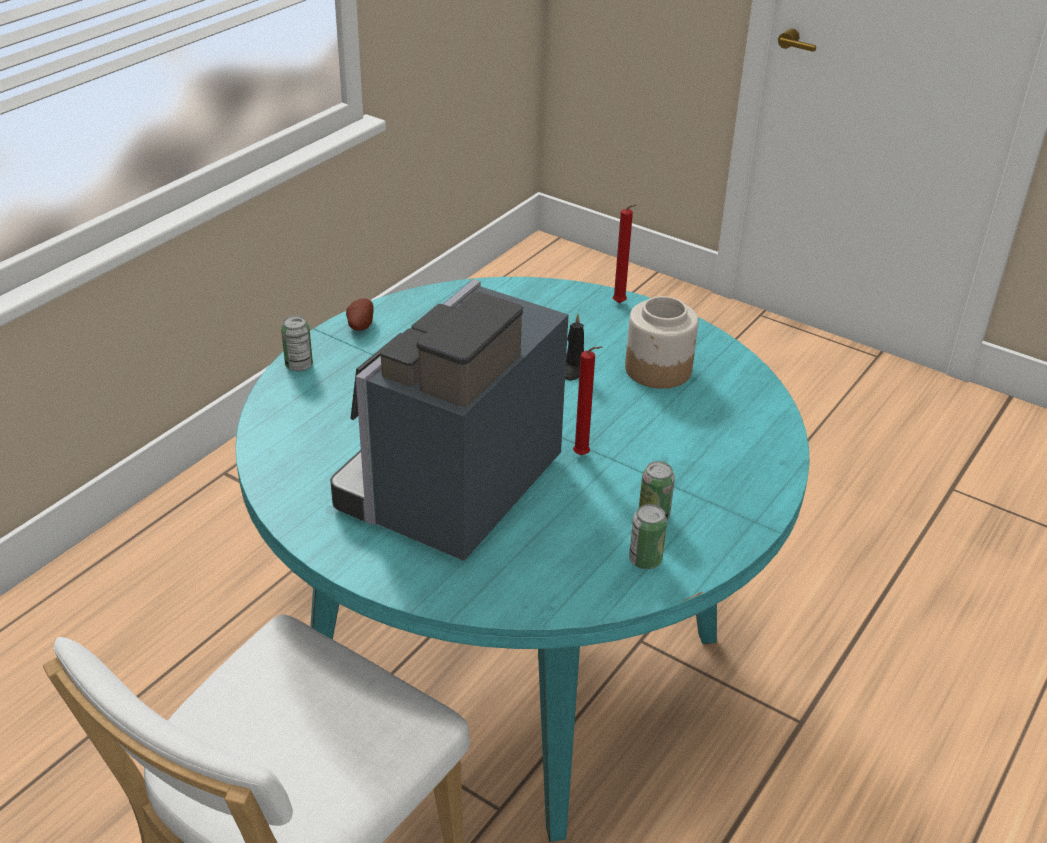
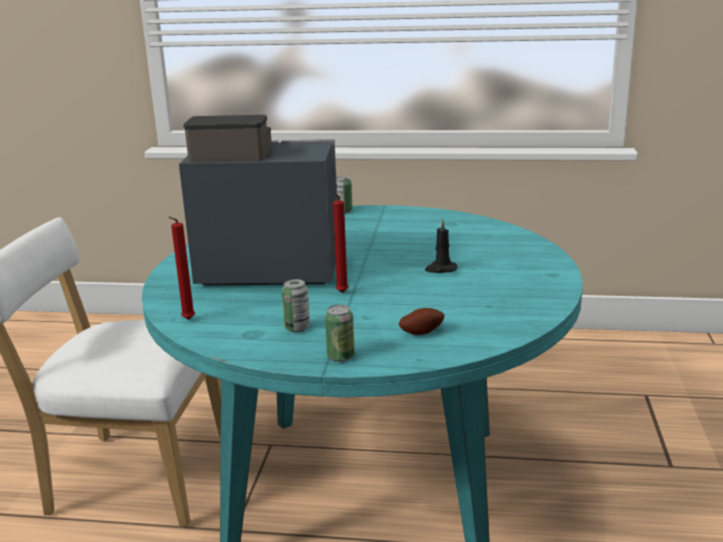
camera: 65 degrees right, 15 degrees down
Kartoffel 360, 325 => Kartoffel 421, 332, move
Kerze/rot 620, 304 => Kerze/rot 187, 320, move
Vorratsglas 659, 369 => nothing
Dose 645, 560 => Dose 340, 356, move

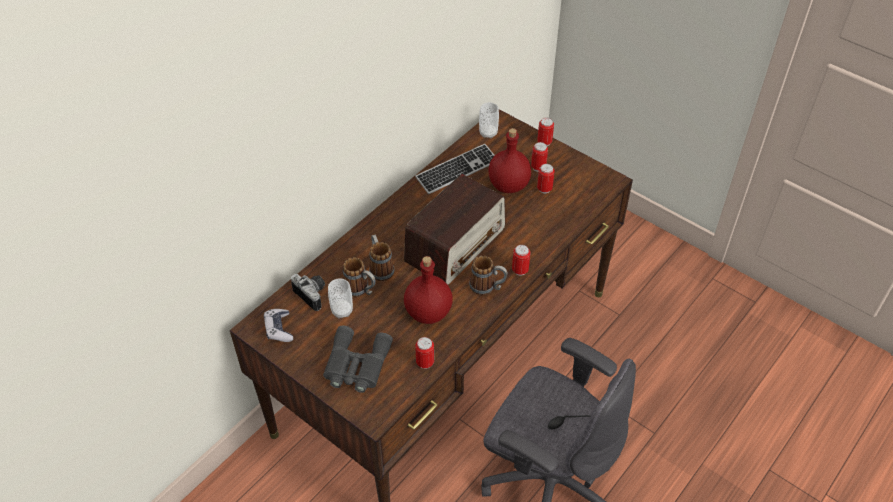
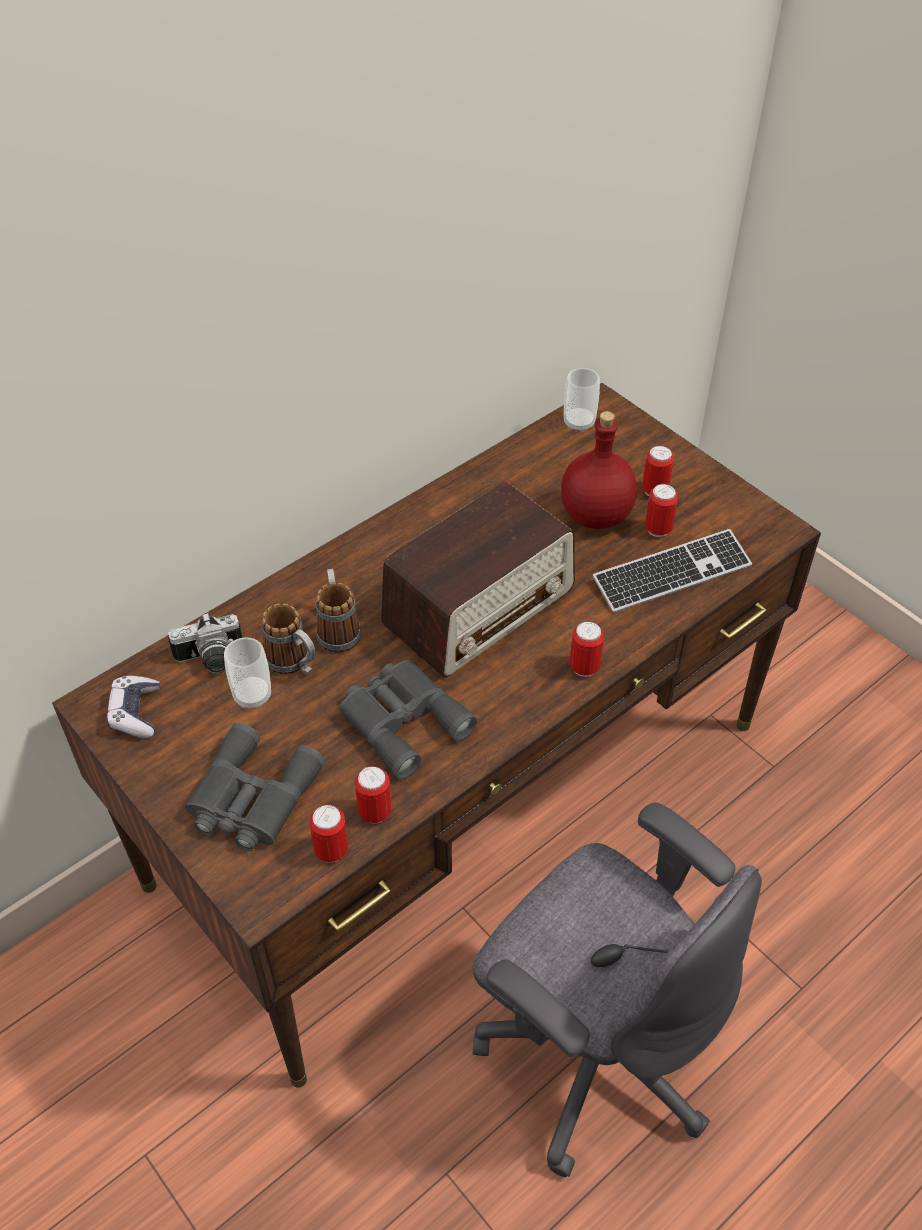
camera: 10 degrees right, 0 degrees up
Kamera 313, 294 => Kamera 211, 660, 105 degrees clockwise
Flasche/rot 428, 312 => Fernglas/grau 402, 719
Tastatur 457, 170 => Tastatur 672, 573, move
Henkelbecher 487, 287 => nothing
Dose 544, 142 => Dose 331, 850, move

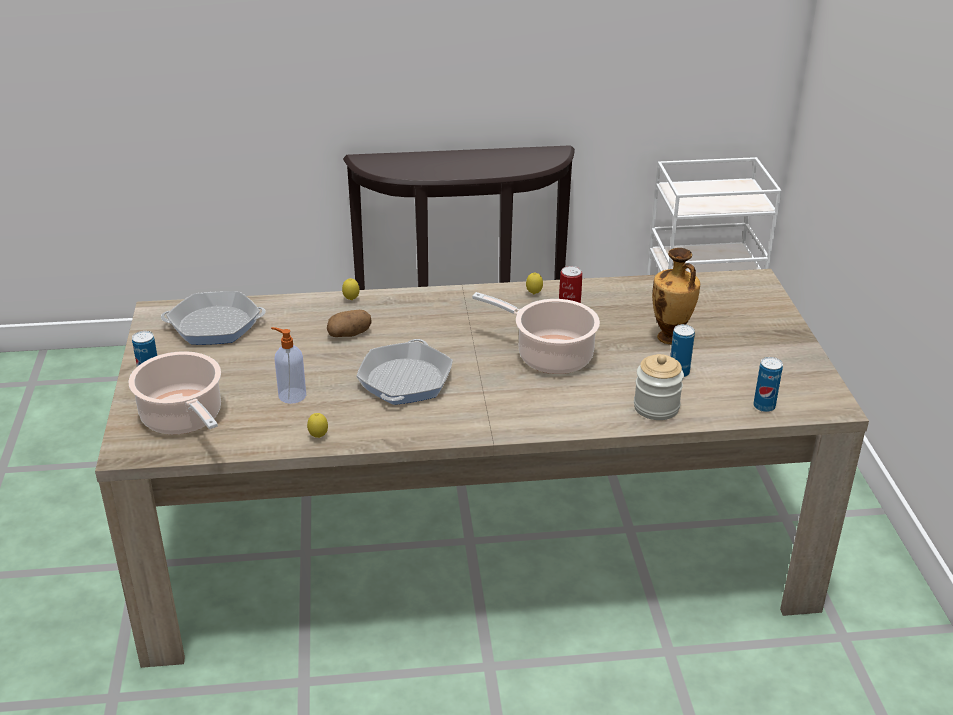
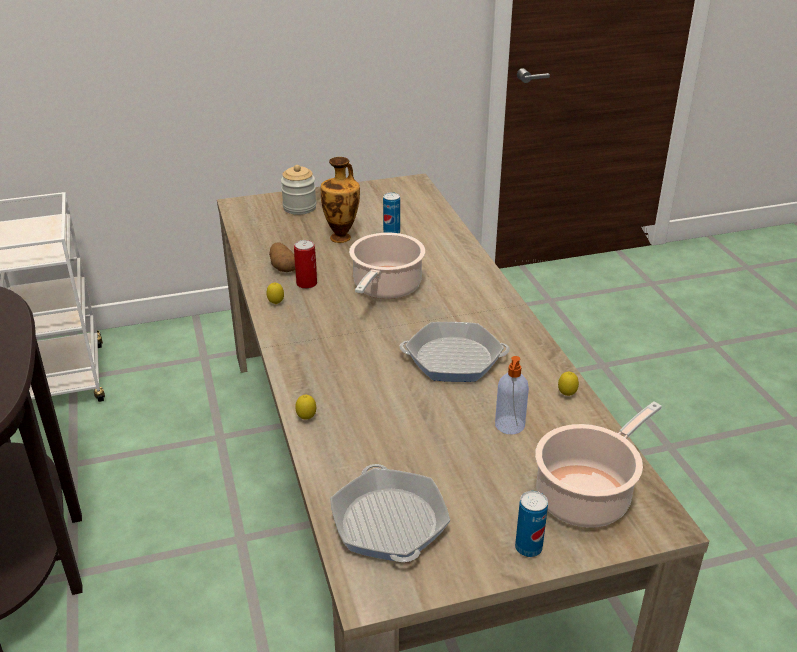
camera: 100 degrees left, 0 degrees up
Kartoffel 349, 334 => Kartoffel 283, 267, move
Vorratsglas 656, 407 => Vorratsglas 299, 207, move
Dose 764, 406 => nothing

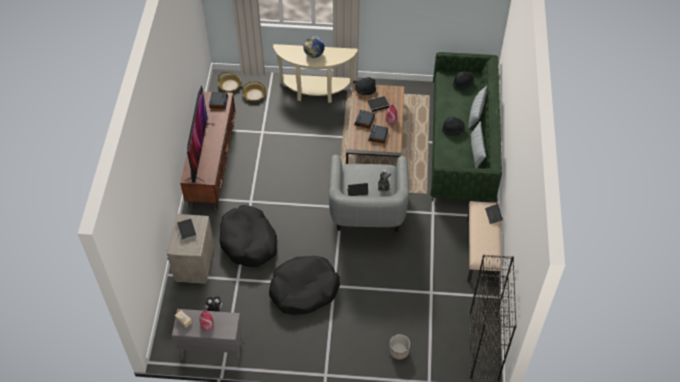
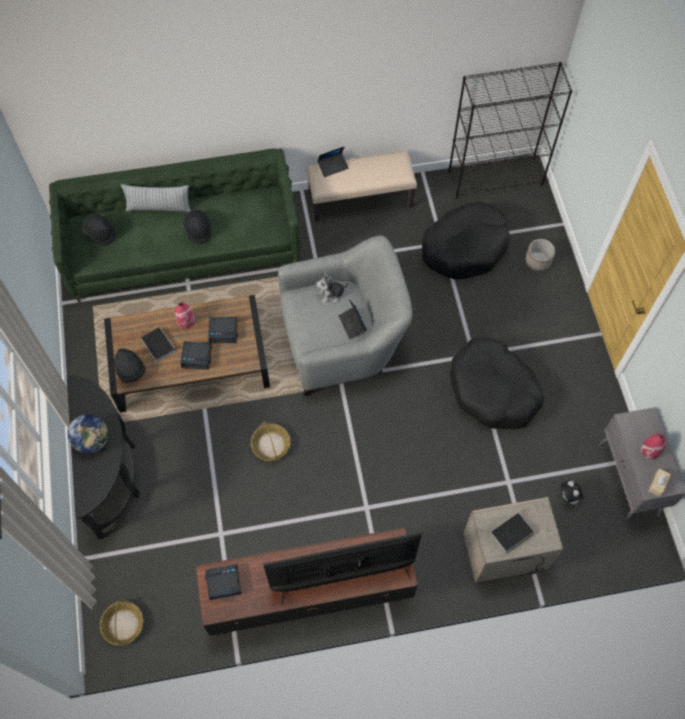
camera: 105 degrees left, 10 degrees up
Hundebett/schwarz 249, 242 => Hundebett/schwarz 464, 247, move
Korb 254, 95 => Korb 270, 445, move
Konsolentisch/beige 315, 91 => Konsolentisch/schwarz 113, 474
Kissen 476, 151 => nothing

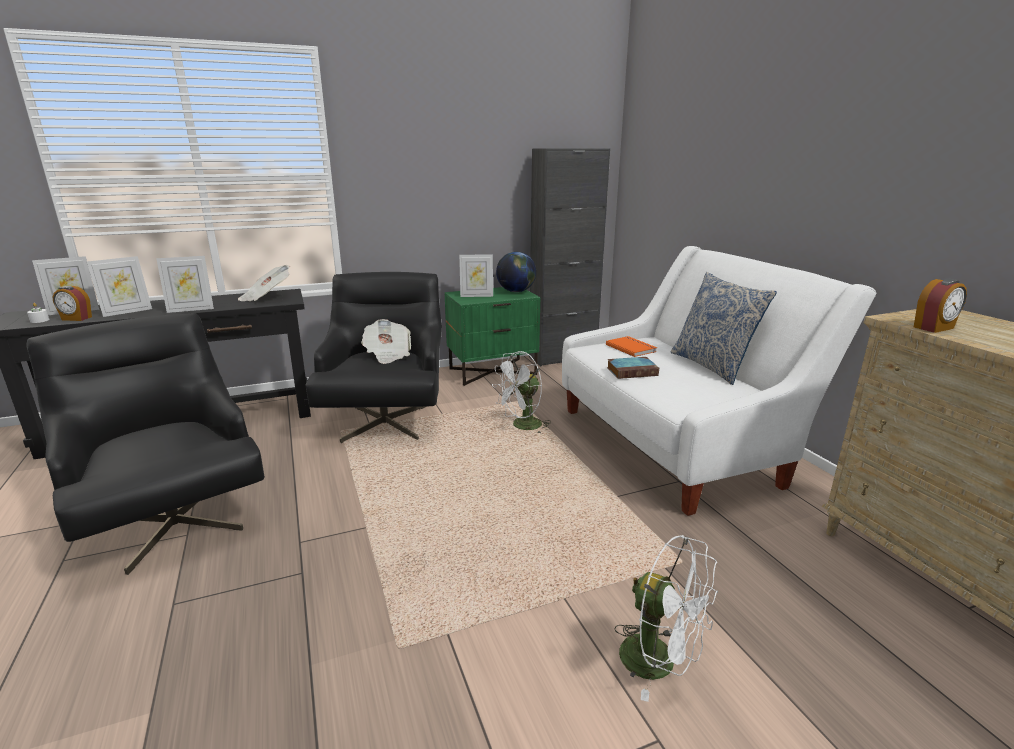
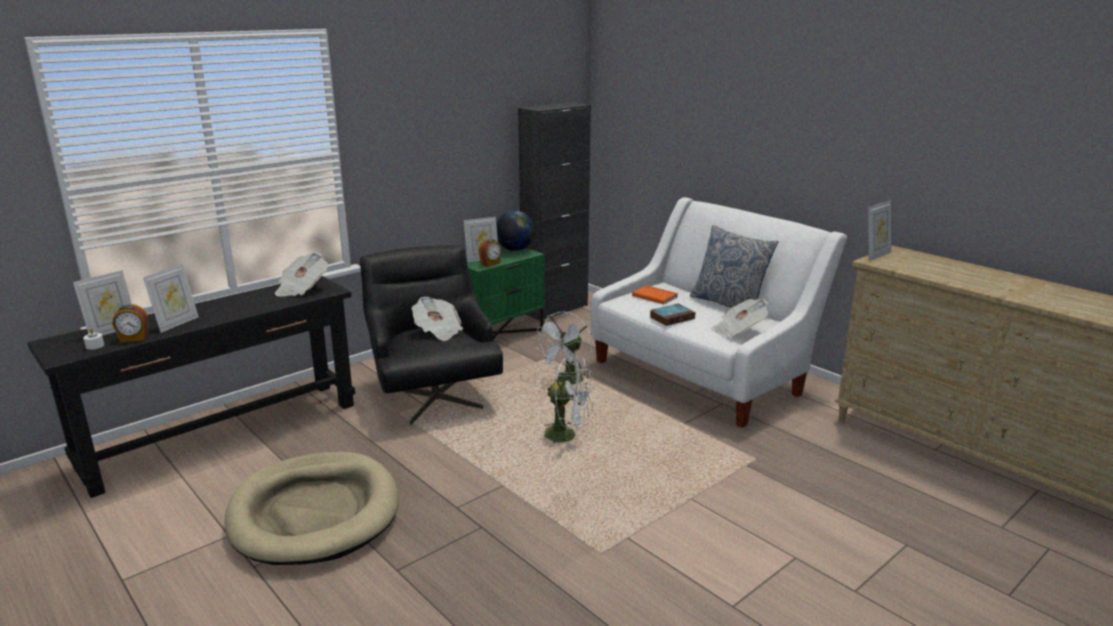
camera: 20 degrees left, 0 degrees up
Sessel/schwarz 172, 515 => Hundebett/beige 314, 513
Bilderrahmen 191, 309 => Bilderrahmen 876, 255, move
Ventilator/weiß 659, 663 => Ventilator/weiß 567, 436, move
Wecker 934, 328 => Wecker 490, 263, move
nothing => Zeitung 738, 331

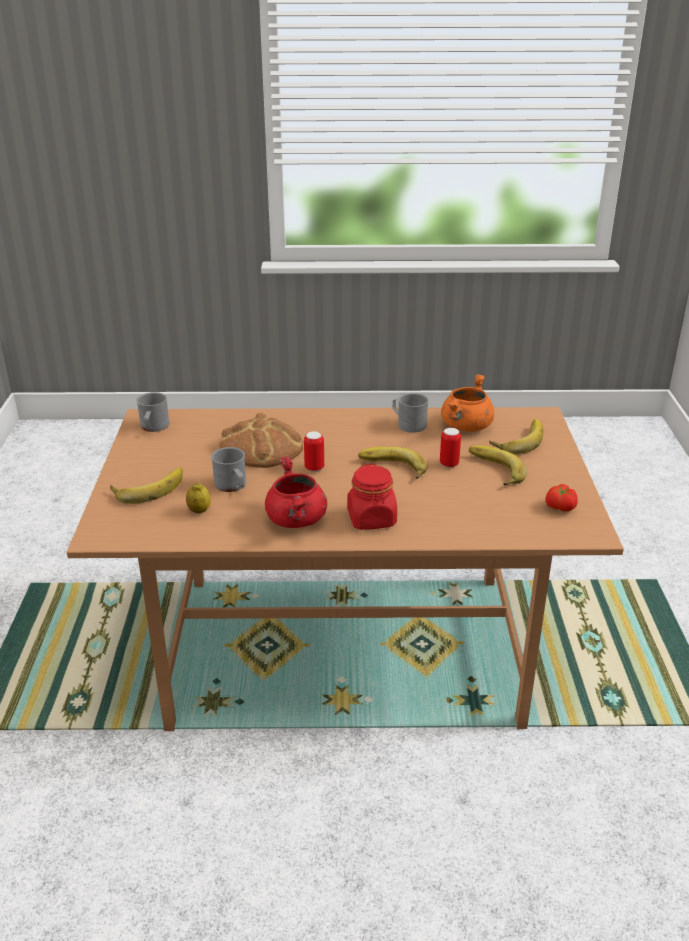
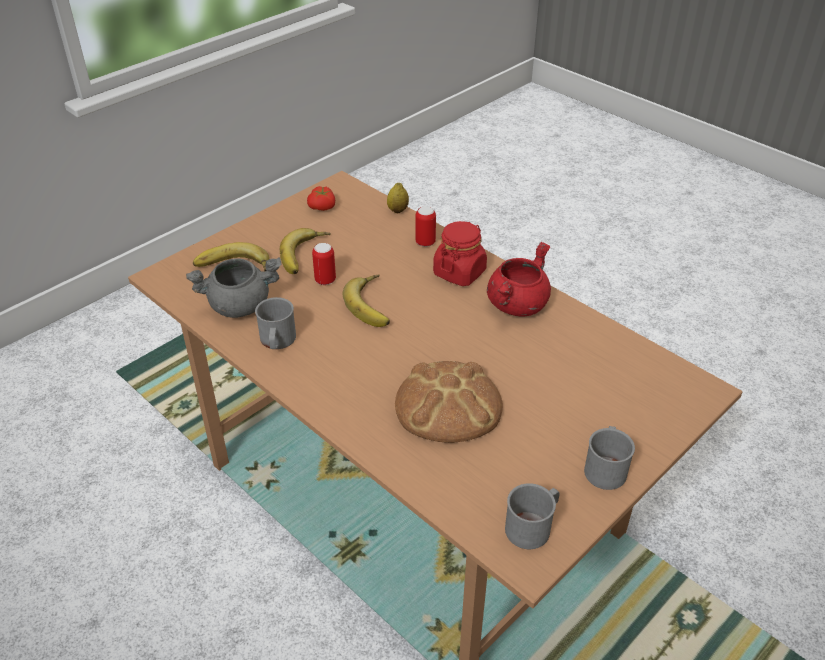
camera: 135 degrees left, 10 degrees up
Banane 148, 488 => nothing
Zitrone 199, 511 => Zitrone 398, 210, move
Henkelbecher/grau 232, 486 => Henkelbecher/grau 605, 467, move
Dose 314, 468 => Dose 425, 242, move
Kochtopf/orange 466, 427 => Kochtopf/grau 240, 305

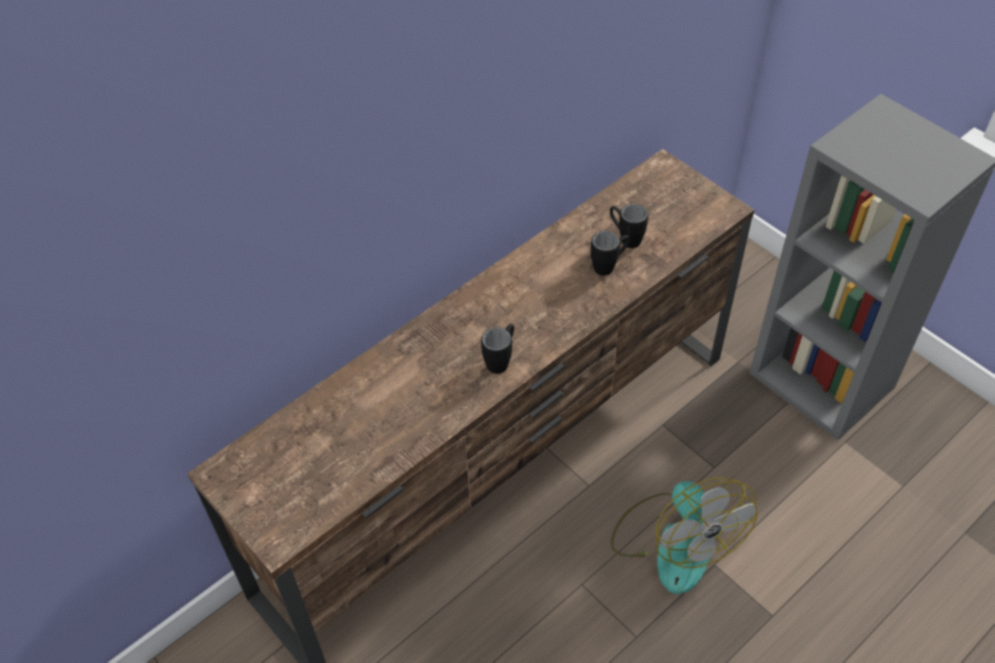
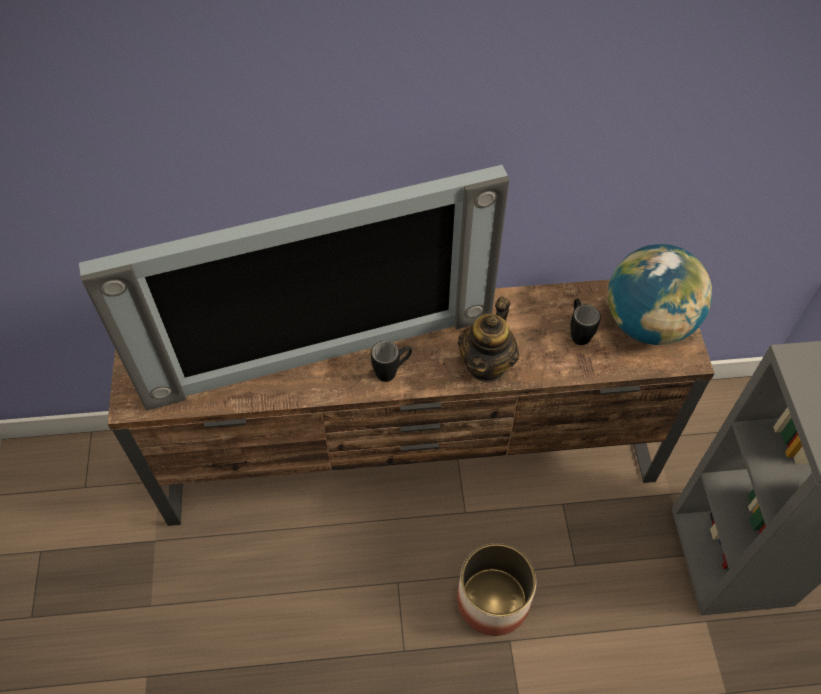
camera: 35 degrees right, 5 degrees up
Henkelbecher/schwarz 609, 265 => nothing
Ventilator 674, 541 => Pflanzkübel 493, 600
nothing => Fernseher 318, 345
nothing => Teekanne 487, 364
nothing => Globus 648, 323

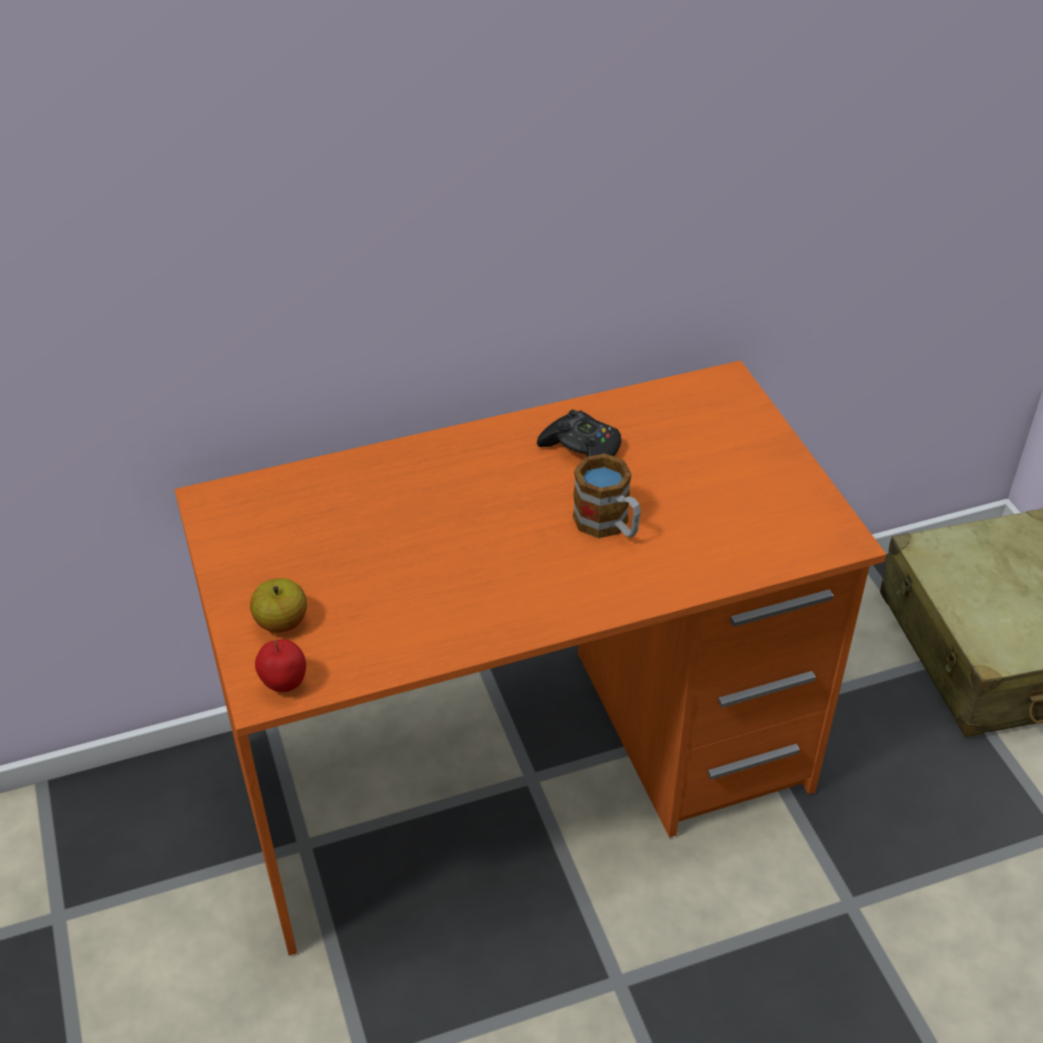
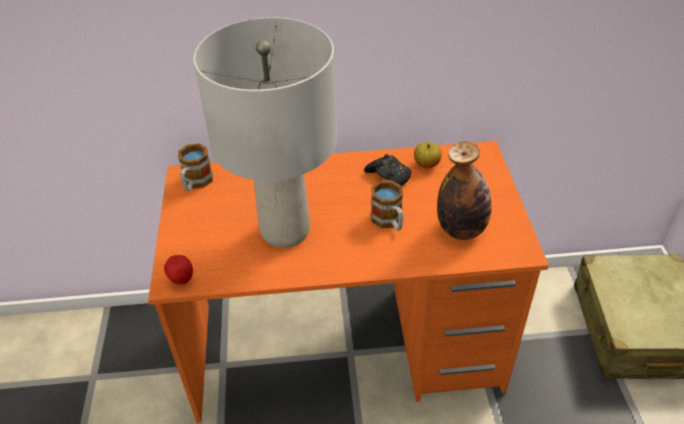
camera: 15 degrees right, 0 degrees up
Apfel 281, 622 => Apfel 426, 164, move
nothing => Henkelbecher 196, 183
nothing => Tischlampe/grau 286, 230
nothing => Flasche 461, 230

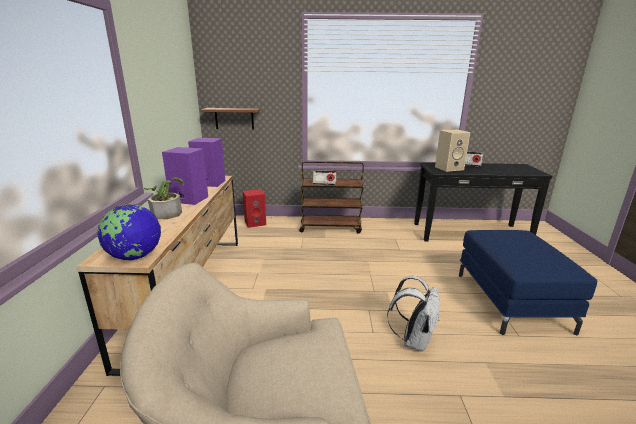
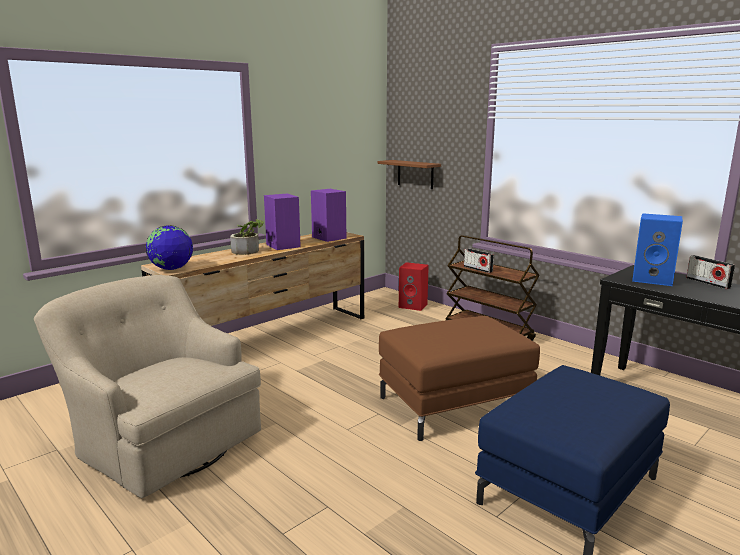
camera: 45 degrees right, 5 degrees down
Rucksack/weiß 414, 340 => nothing
Lautsprecher/beige 449, 168 => Lautsprecher/blau 653, 279
nothing => Polsterhocker/braun 454, 405

